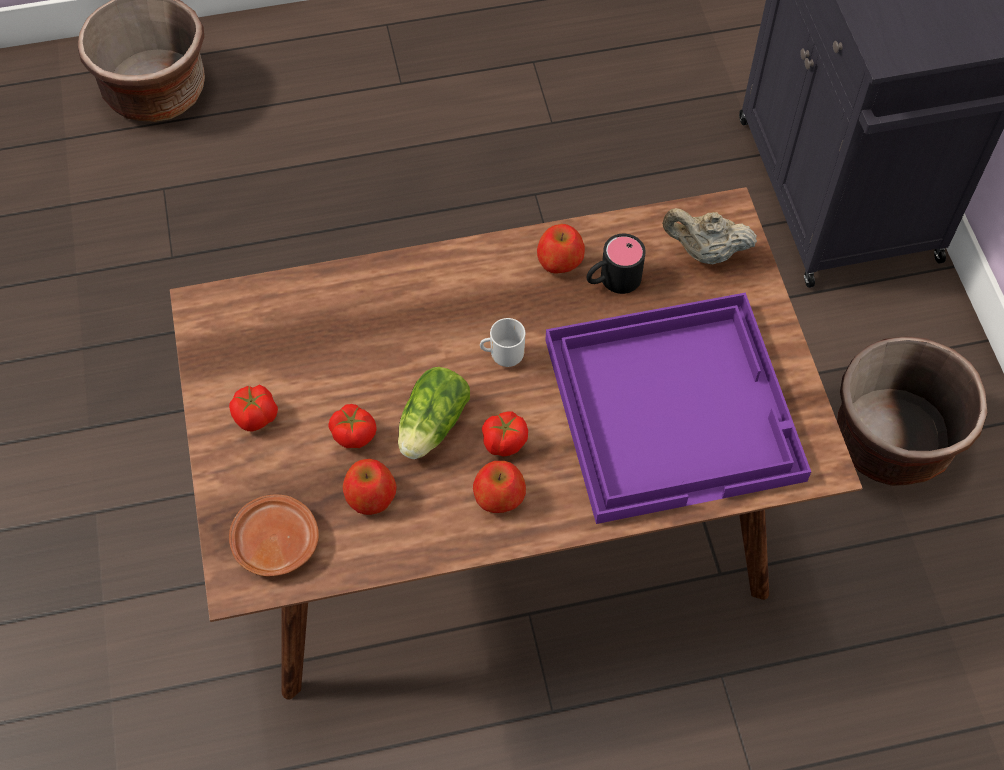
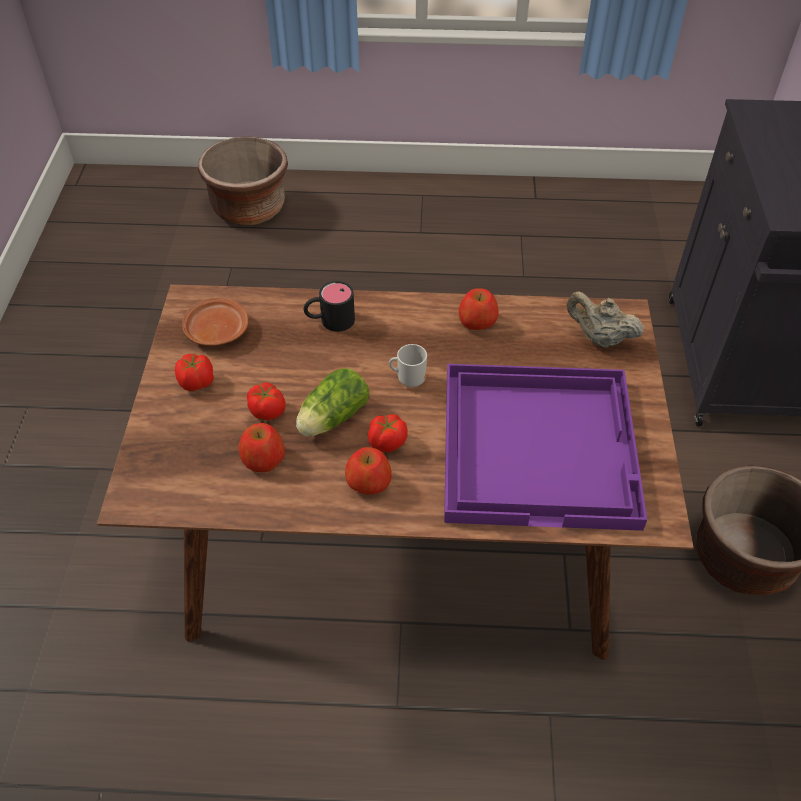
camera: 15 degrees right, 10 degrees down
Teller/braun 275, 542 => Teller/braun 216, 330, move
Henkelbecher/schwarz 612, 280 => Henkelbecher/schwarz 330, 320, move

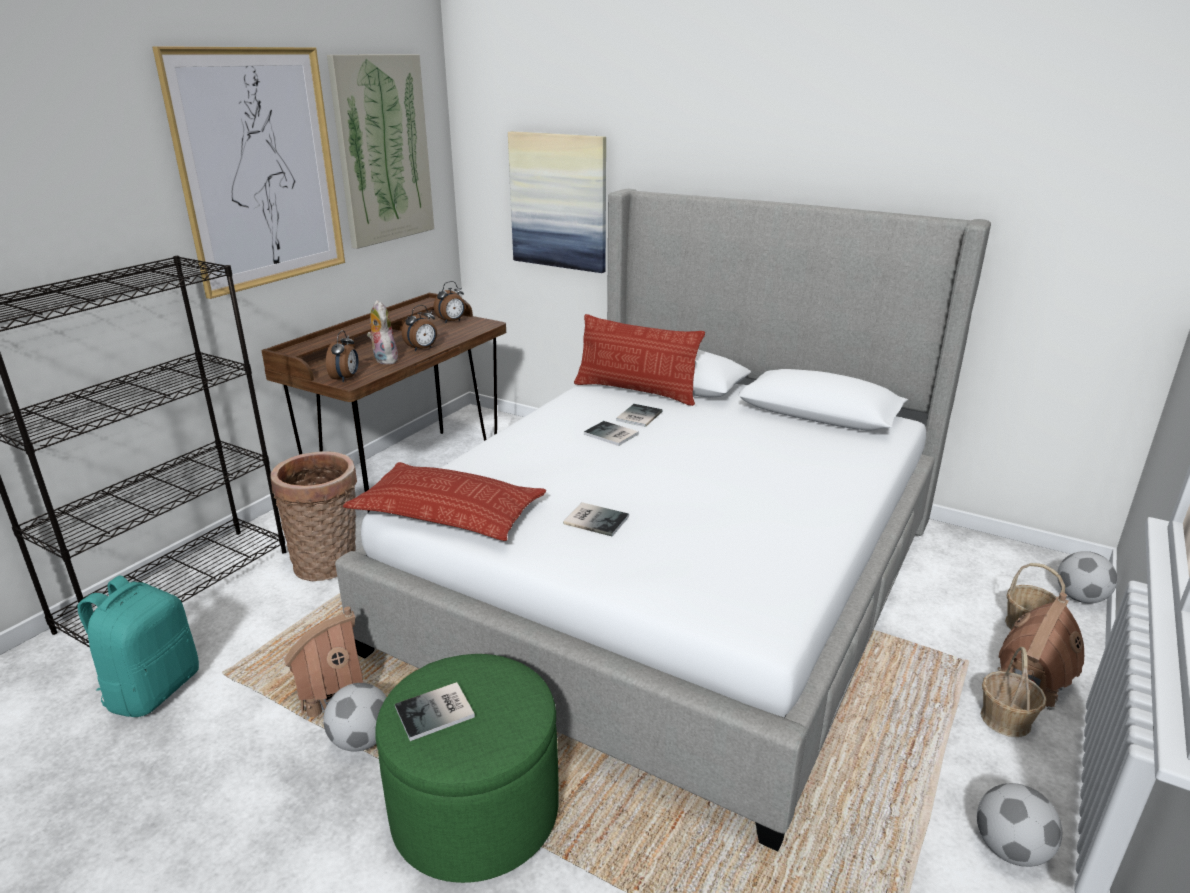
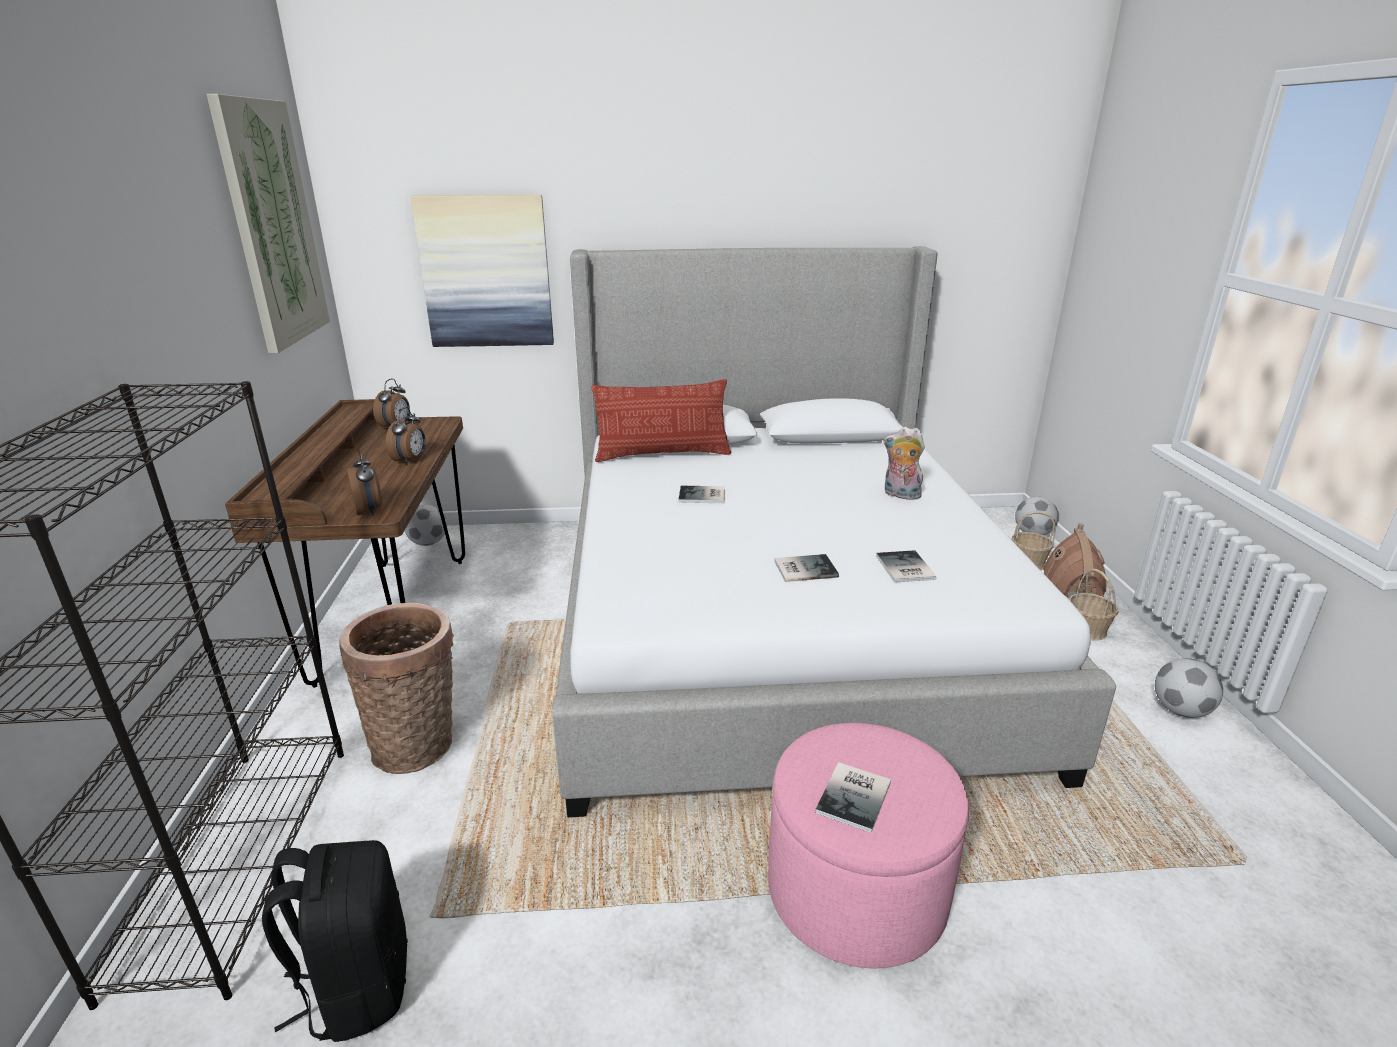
camera: 35 degrees left, 0 degrees up
Rucksack/türkis 153, 689 => Rucksack/schwarz 357, 985
Bild 260, 169 => nothing
Spielzeughaus 331, 693 => nothing
Fußball 361, 740 => Fußball 428, 543, move
Kissen 448, 512 => nothing
Plüschtier 383, 360 => Plüschtier 900, 495, move
Polsterhocker/grün 475, 811 => Polsterhocker/rosa 856, 890
Buch 637, 416 => Buch 904, 568, move

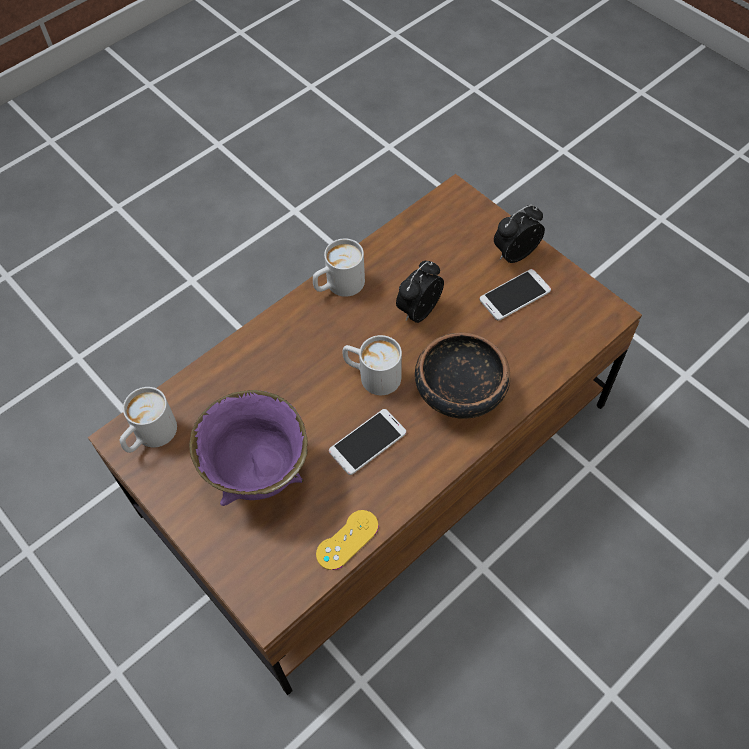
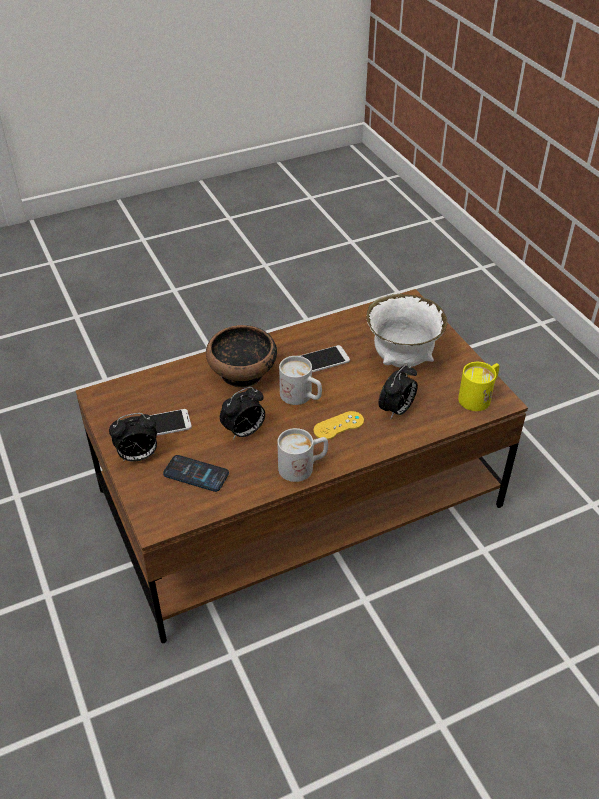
camera: 165 degrees left, 15 degrees down
Henkelbecher/weiß 150, 436 => Henkelbecher/gelb 479, 396
Schüssel/lila 258, 475 => Schüssel/weiß 402, 359
Gamepad/gelb 347, 540 => Gamepad/gelb 338, 425, move
nothing => Handy 196, 474
nothing => Wecker 396, 410

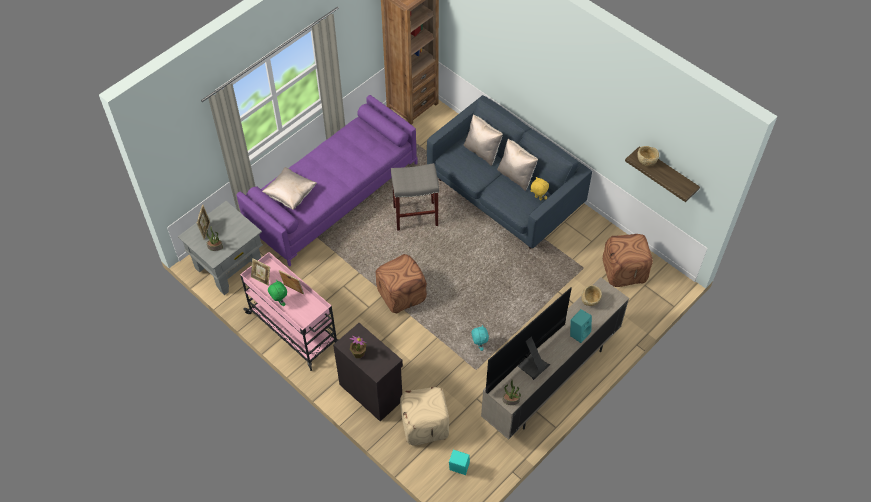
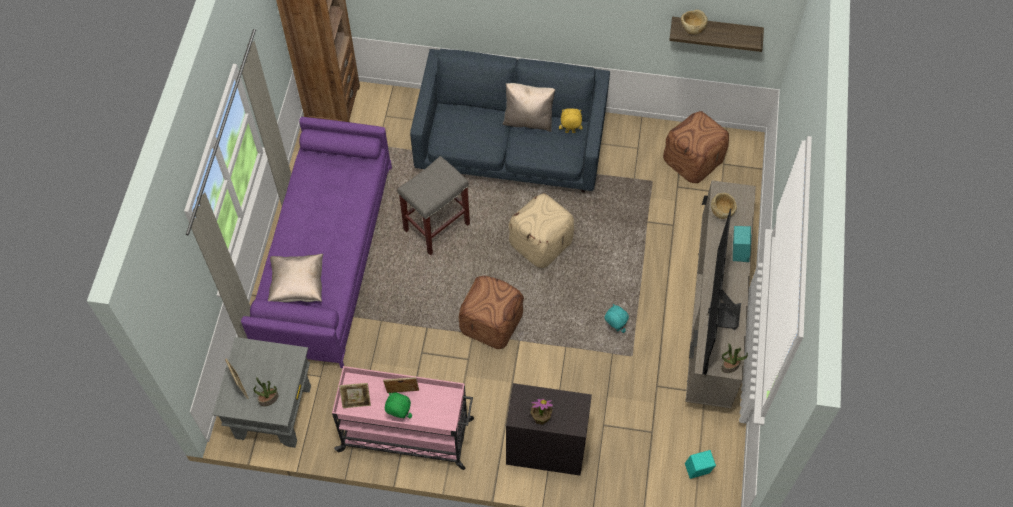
camera: 35 degrees left, 5 degrees up
Polsterhocker/beige 425, 425 => Polsterhocker/beige 541, 243, move
Kissen/beige 482, 151 => nothing

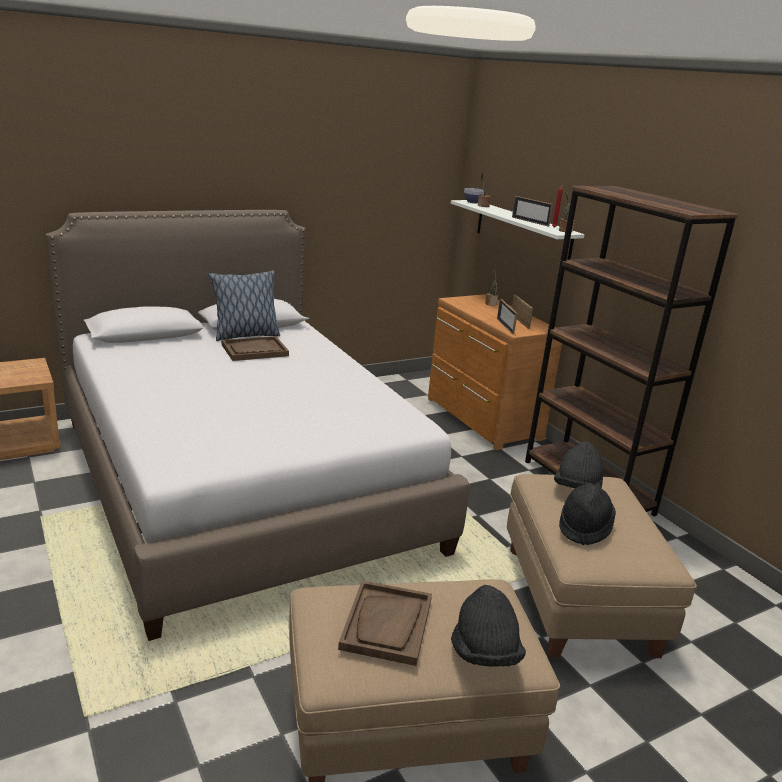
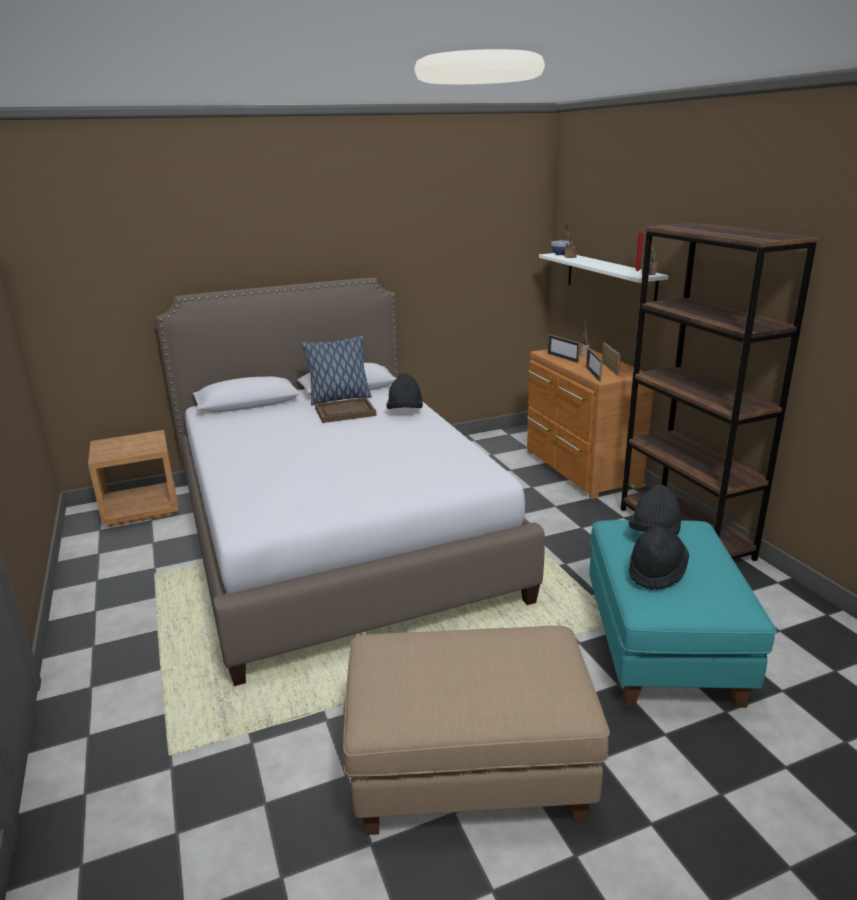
camera: 10 degrees right, 0 degrees up
Tablett/braun 387, 624 => nothing
Hut/schwarz 484, 653 => Hut/schwarz 405, 411, move
Polsterhocker/beige 579, 599 => Polsterhocker/türkis 663, 647
Bilderrahmen 530, 221 => Bilderrahmen 562, 358, move

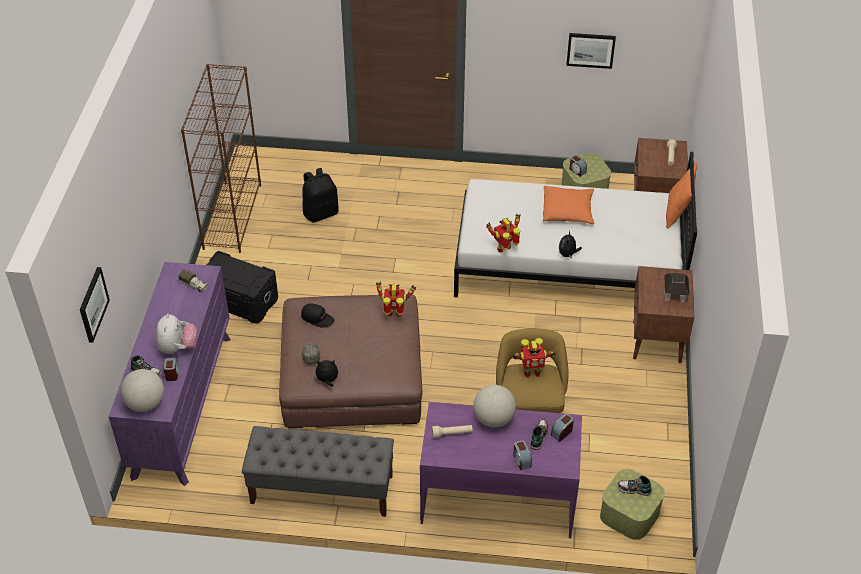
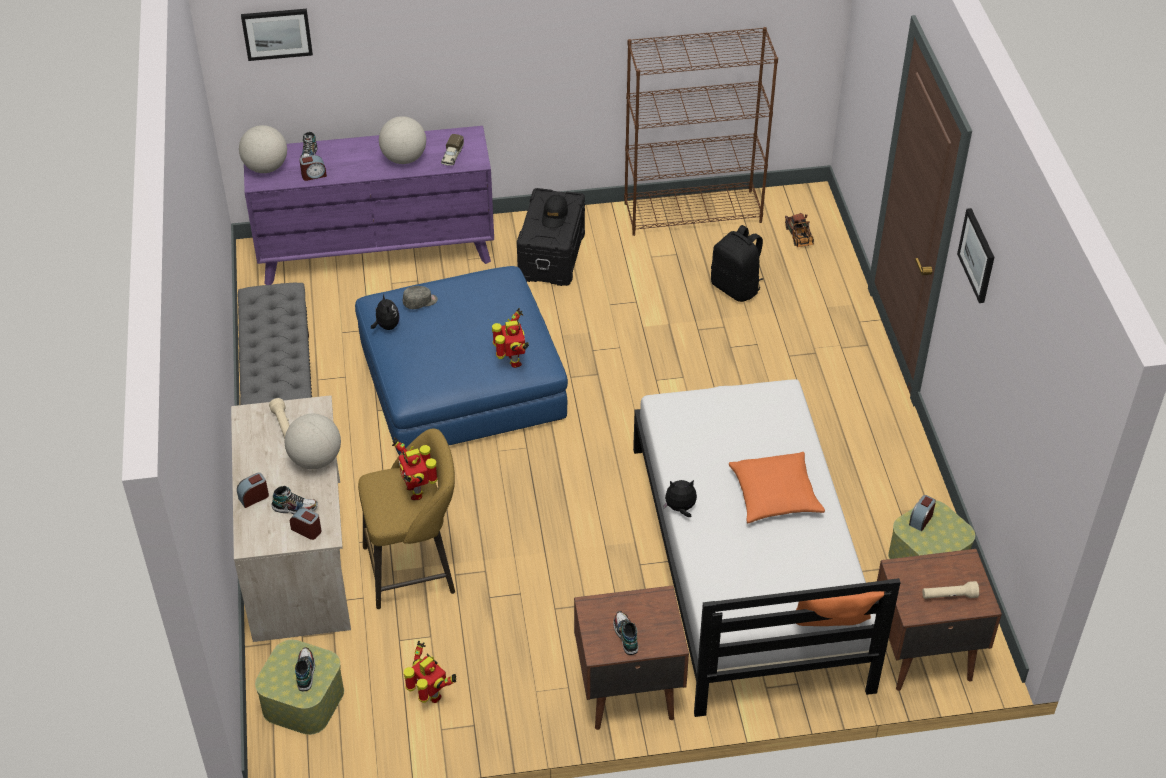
camera: 75 degrees right, 0 degrees up
Plüschtier 177, 348 => nothing
Polsterhocker/braun 352, 376 => Polsterhocker/blau 461, 381
Kappe/schwarz 317, 318 => Kappe/schwarz 554, 216, move
Schreibtisch/lila 498, 499 => Schreibtisch/beige 300, 557
Spielzeugroboter 505, 249 => Spielzeugroboter 430, 696, move
Bild 590, 50 => Bild 977, 255, move
Spielzeughaus 674, 295 => Schuh 625, 636
nothing => Globus 404, 158
nothing => Spielzeuglaster 799, 238

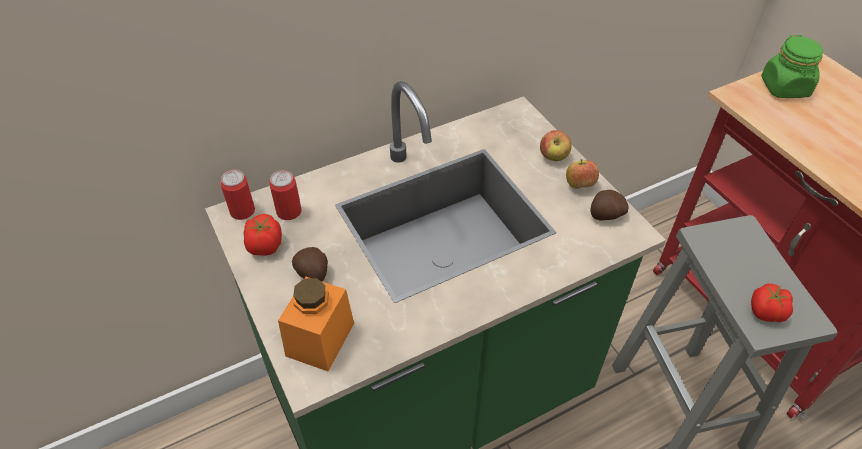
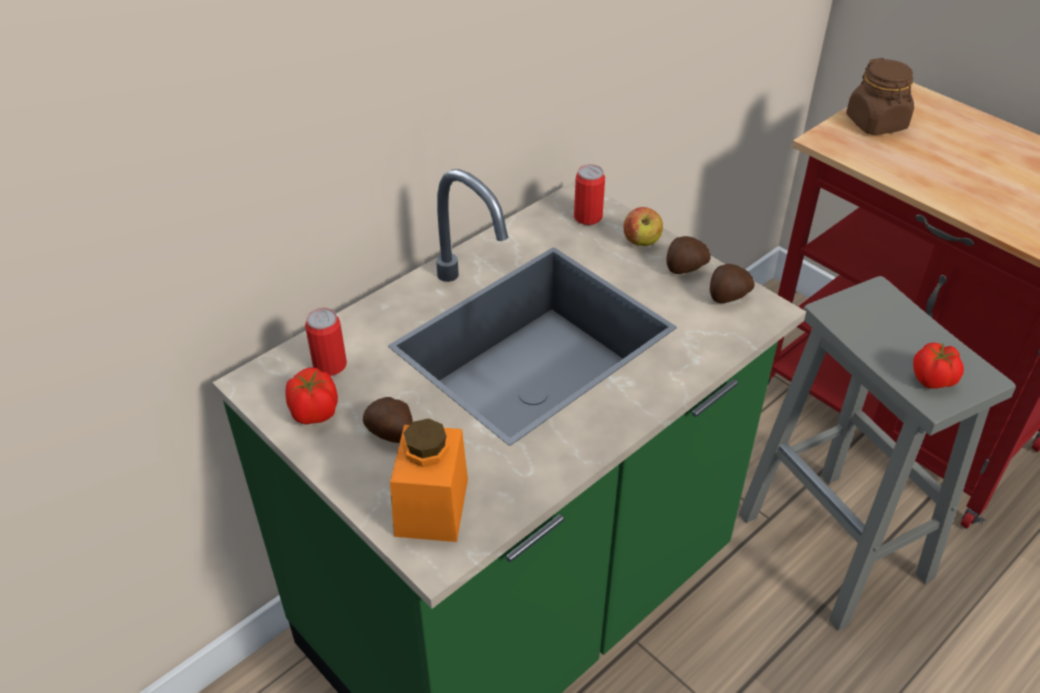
camera: 15 degrees left, 5 degrees down
Dose 242, 211 => Dose 588, 217, move
Apfel 579, 185 => Kartoffel 684, 268
Vorratsglas/grün 785, 88 => Vorratsglas/braun 876, 123

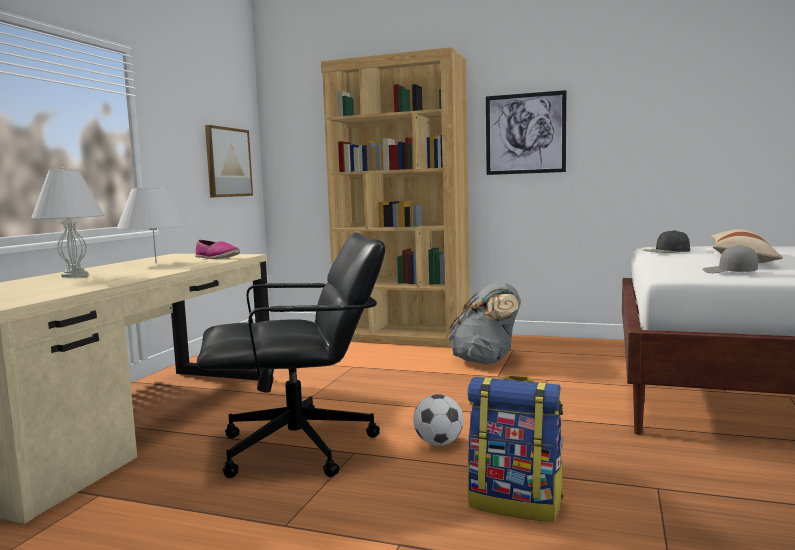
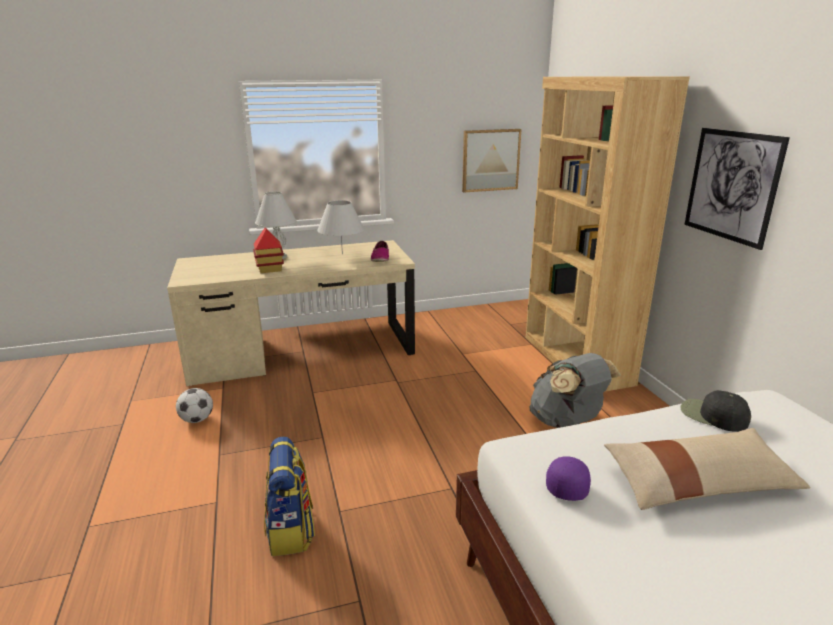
camera: 55 degrees right, 15 degrees up
Bürostuhl/schwarz 299, 448 => nothing
Fußball 438, 443 => Fußball 197, 420, move
Kappe/grau 729, 272 => Kappe/lila 565, 483
nothing => Spielzeughaus 270, 269

